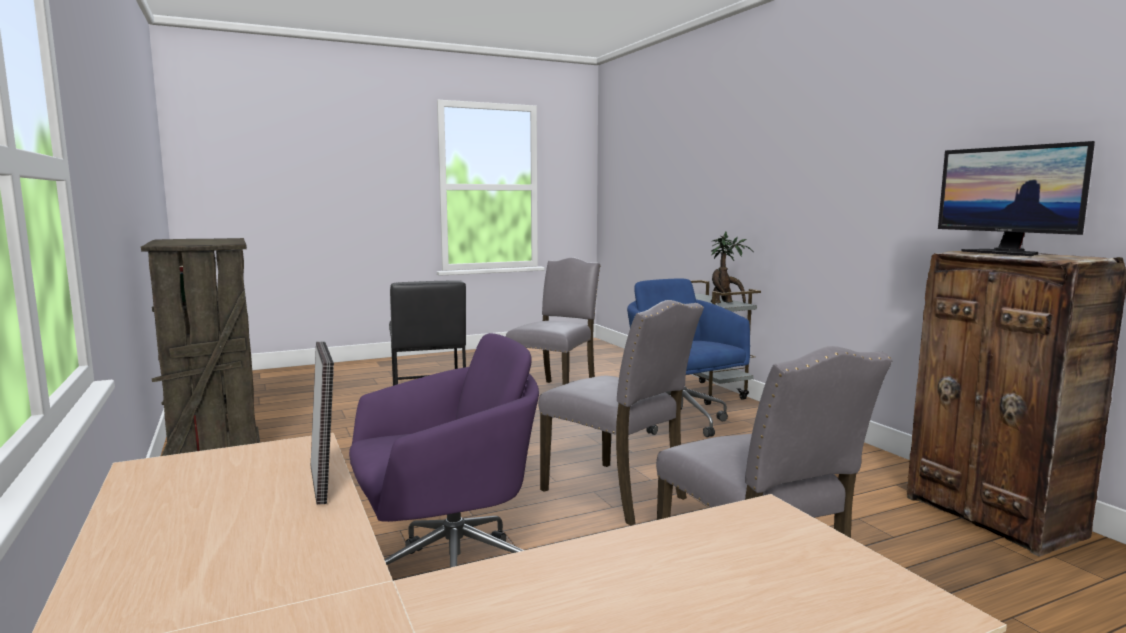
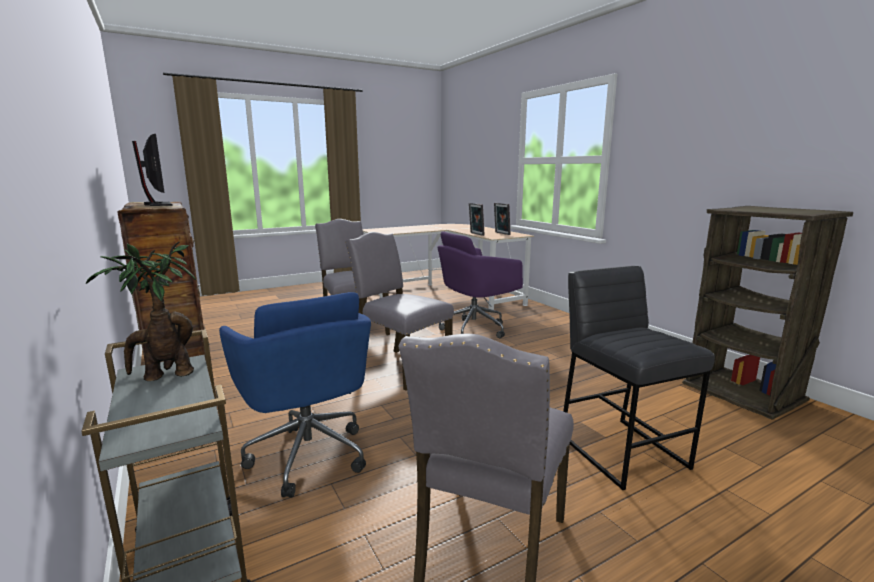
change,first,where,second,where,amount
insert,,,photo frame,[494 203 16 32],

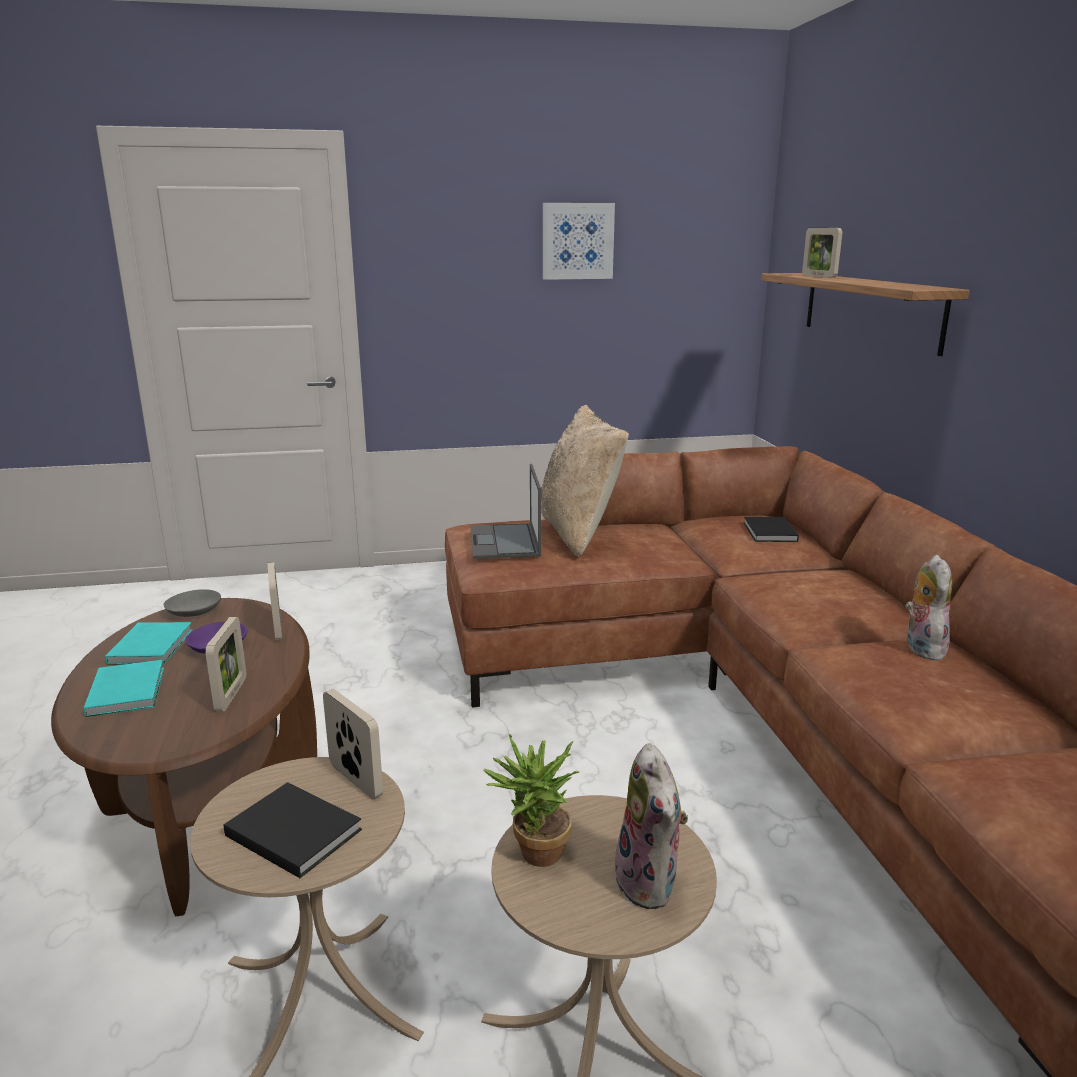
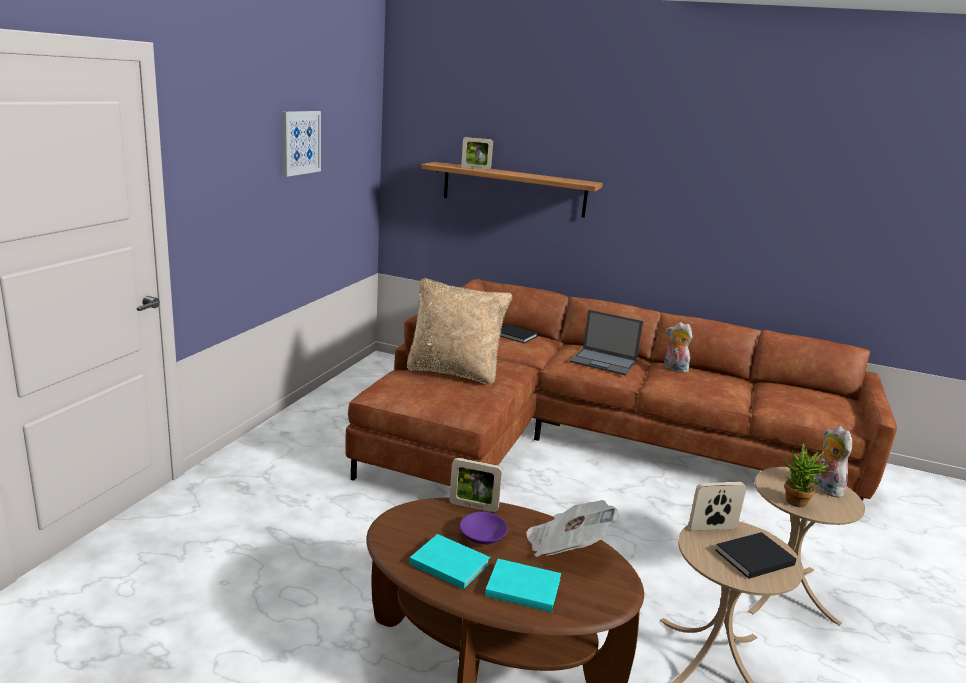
change,first,where,second,where,amount
delete,bowl (greyish),[163 589 58 28],,,
replace,photo frame,[205 617 41 95],newspaper,[526 500 92 57],
move,portable computer,[470 464 71 95],,[570 309 73 67],
rotate,cuddly toy,[615 743 73 166],,[815 426 37 72],120 degrees counterclockwise

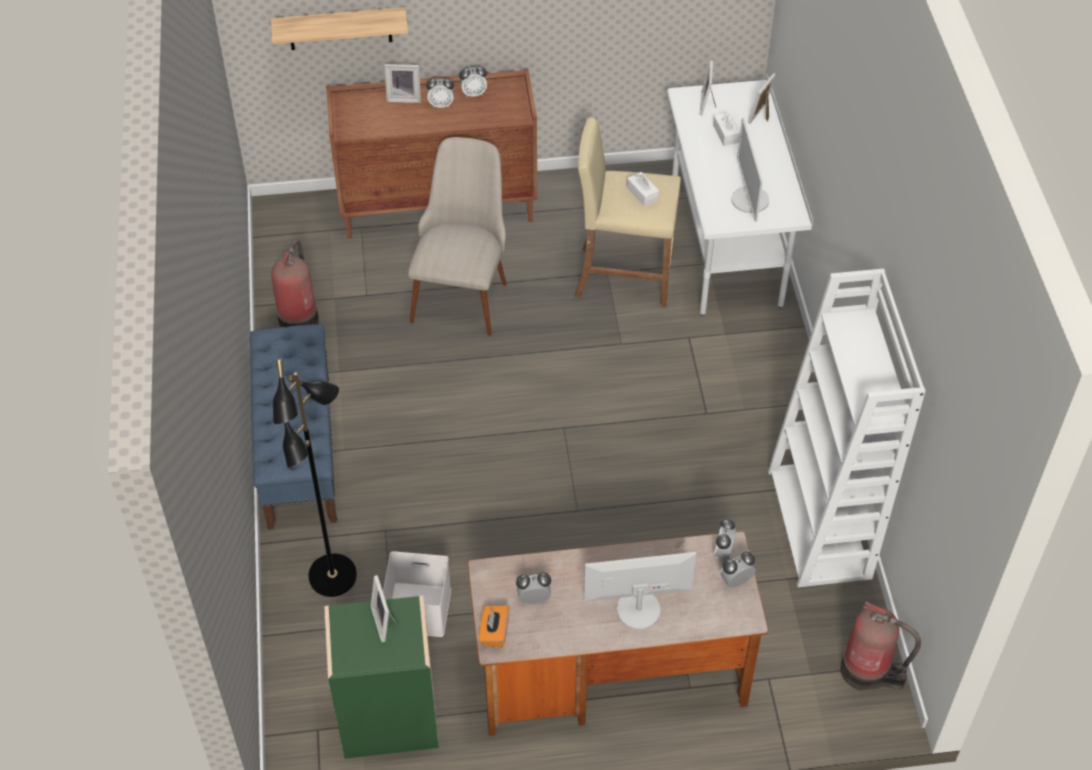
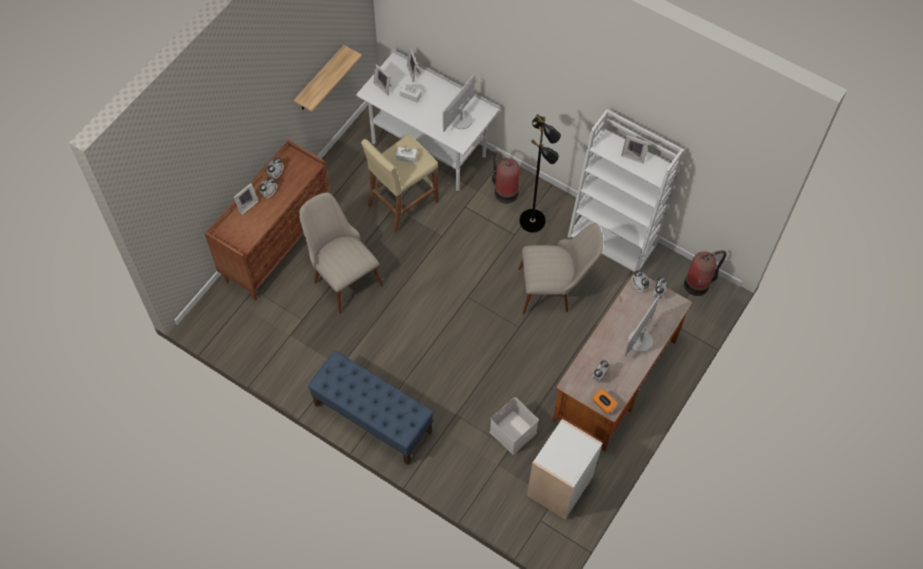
change,first,where,second,where,amount
move,wall shelf,[271 7 137 43],,[294 45 68 67],
move,extinguisher,[271 239 48 88],,[492 151 28 53],
move,floor lamp (black-coloured),[273 359 84 238],,[519 114 42 119],
recolor,bookshelf (greenish),[324 595 115 164],bookshelf (white-coloured),[527 419 75 100],
move,photo frame,[371 575 27 67],,[621 135 28 28],
rotate,computer display,[731 117 38 105],,[443 74 32 58],90 degrees clockwise
insert,,,upright chair (beige),[519 223 84 91],

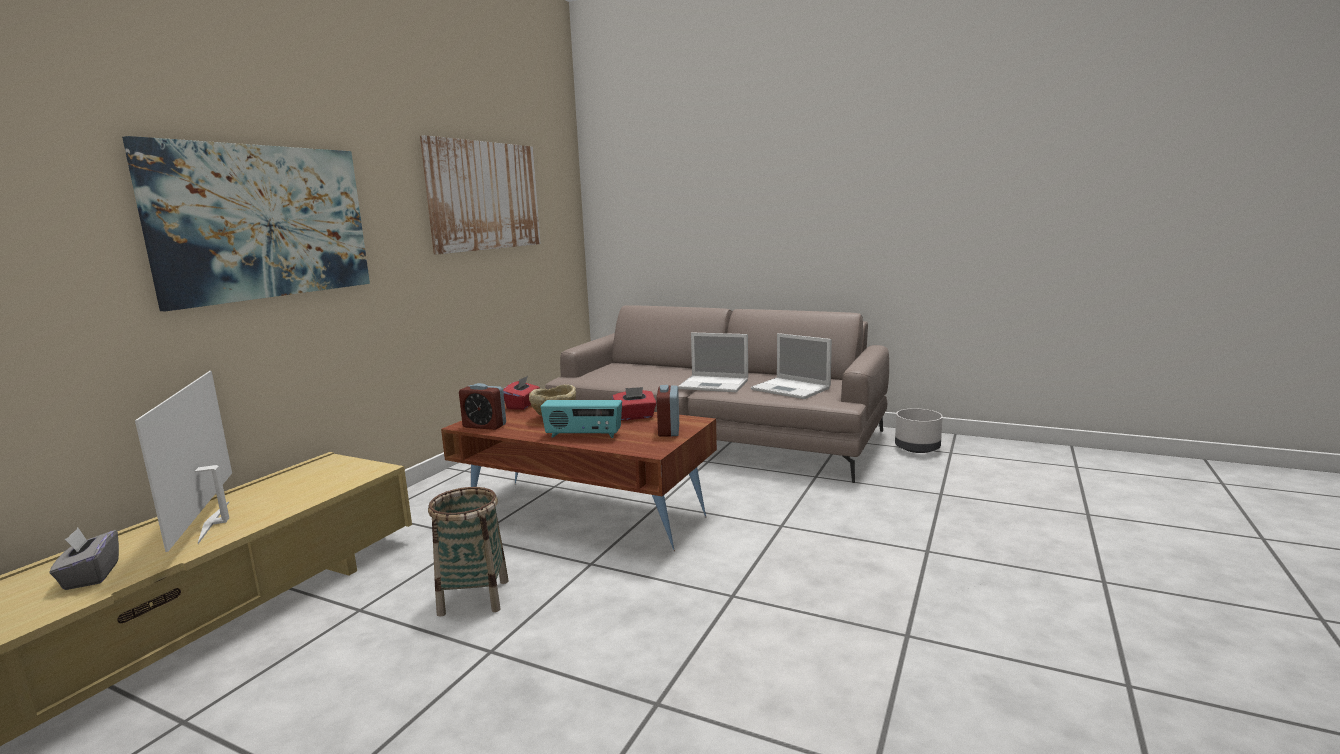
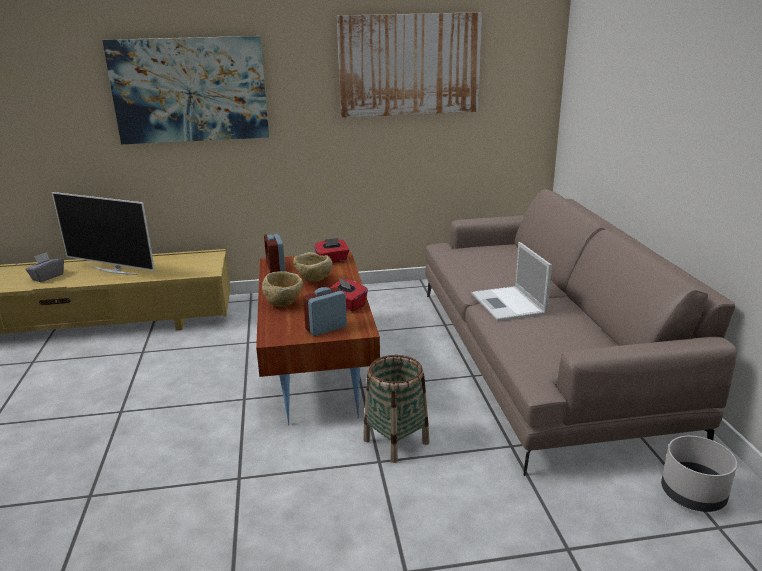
change,first,where,second,where,amount
rotate,TV set,[135 371 97 181],,[52 192 103 83],105 degrees counterclockwise
move,basket,[428 487 81 130],,[363 355 67 108],
replace,radio set,[541 400 81 38],bowl (beige),[262 271 41 36],
delete,portable computer,[751 333 81 66],,,

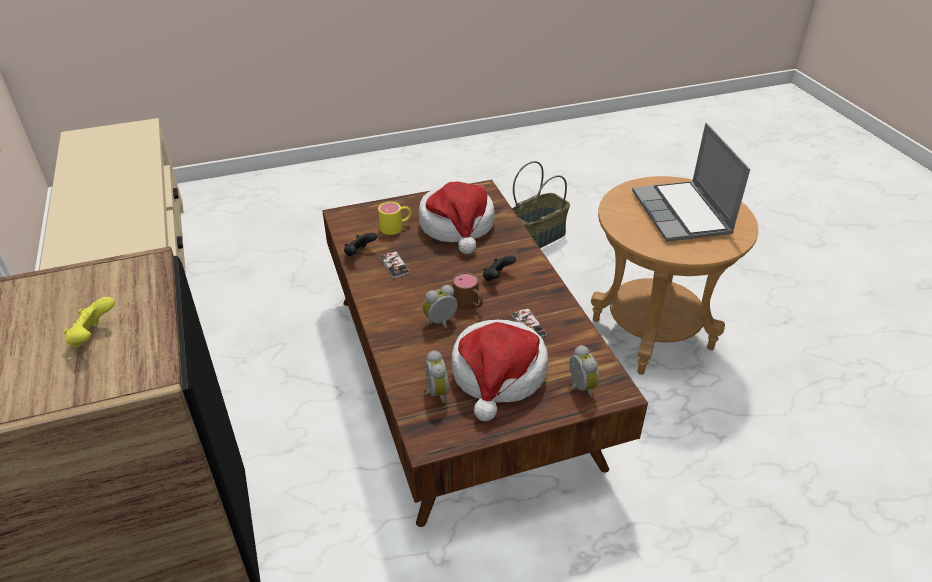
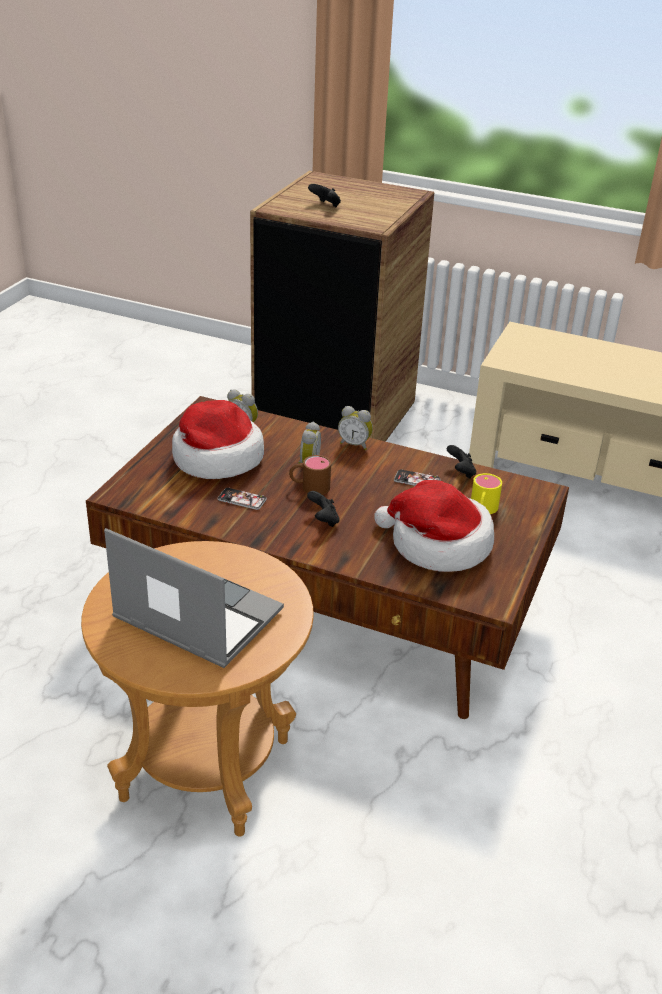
change,first,where,second,where,amount
recolor,gamepad (yellowish),[63 297 52 51],gamepad (black-coloured),[308 184 33 23],
delete,basket,[512 161 58 87],,,
move,bedside clock,[570 345 29 52],,[338 406 35 44],

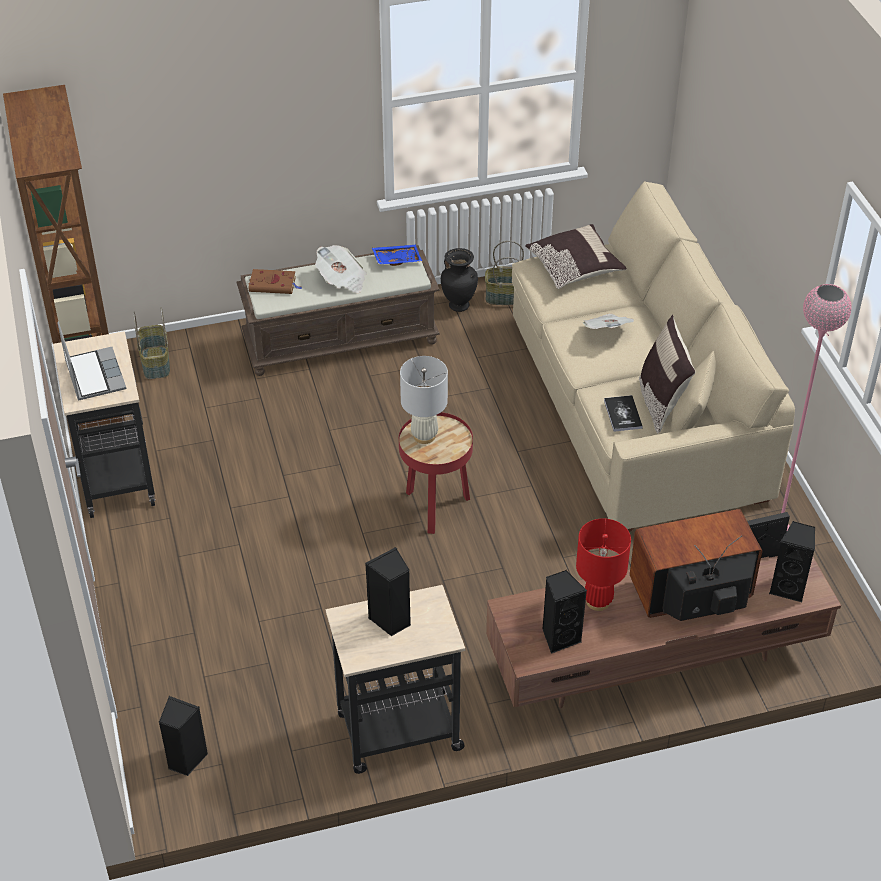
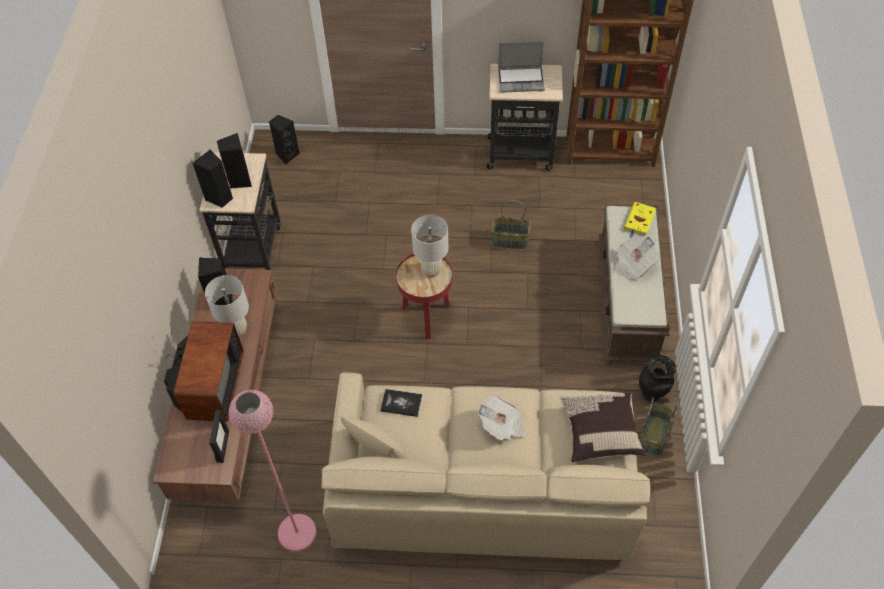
change,first,where,second,where,amount
move,basket,[133 308 37 71],,[491 200 40 49],
recolor,book (brownish),[248 269 54 25],book (yellowish),[624 202 32 36],
delete,carrying tray (bluish),[372 245 50 21],,,
recolor,lamp for a table (red),[576 518 55 93],lamp for a table (white-coloured),[205 275 44 62],
delete,pillow,[639 315 56 118],,,
move,speaker (black-coloured),[769 521 46 81],,[193 150 40 58],

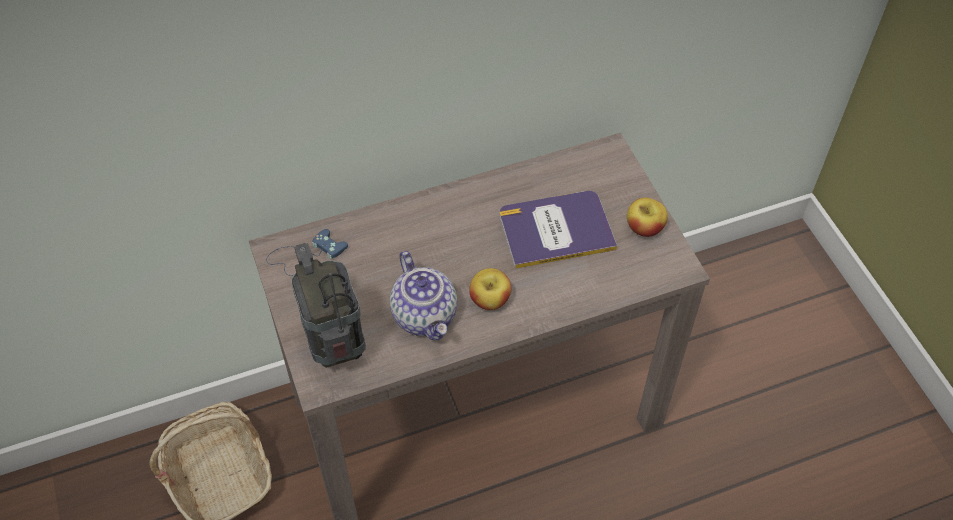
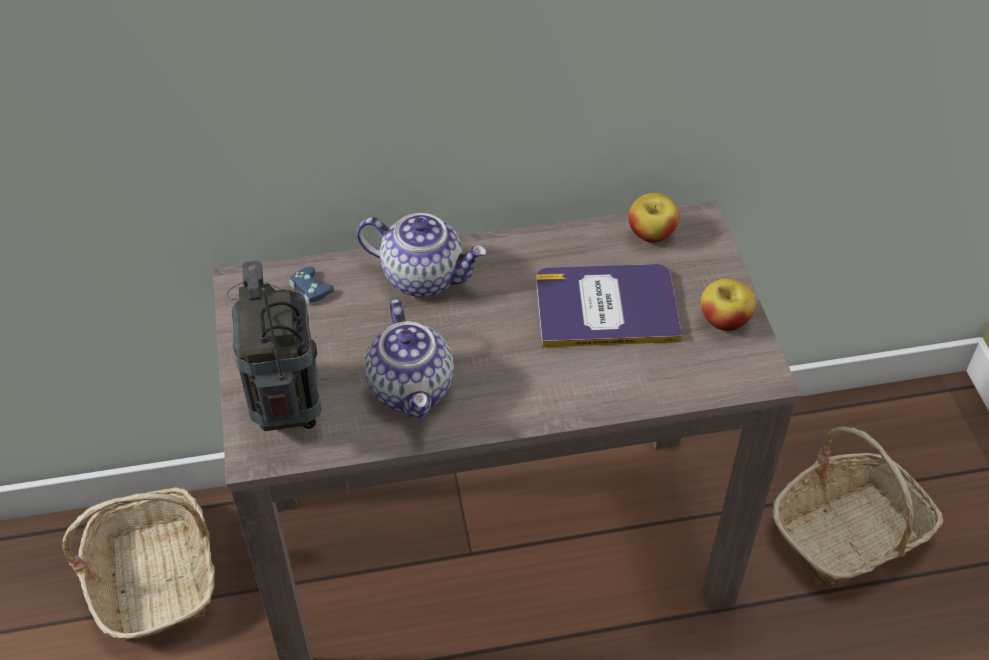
change,first,where,second,where,amount
move,apple fruit,[469 268 42 42],,[628 193 52 50],
insert,,,teapot,[357 213 130 84],
insert,,,basket,[772 427 171 159],

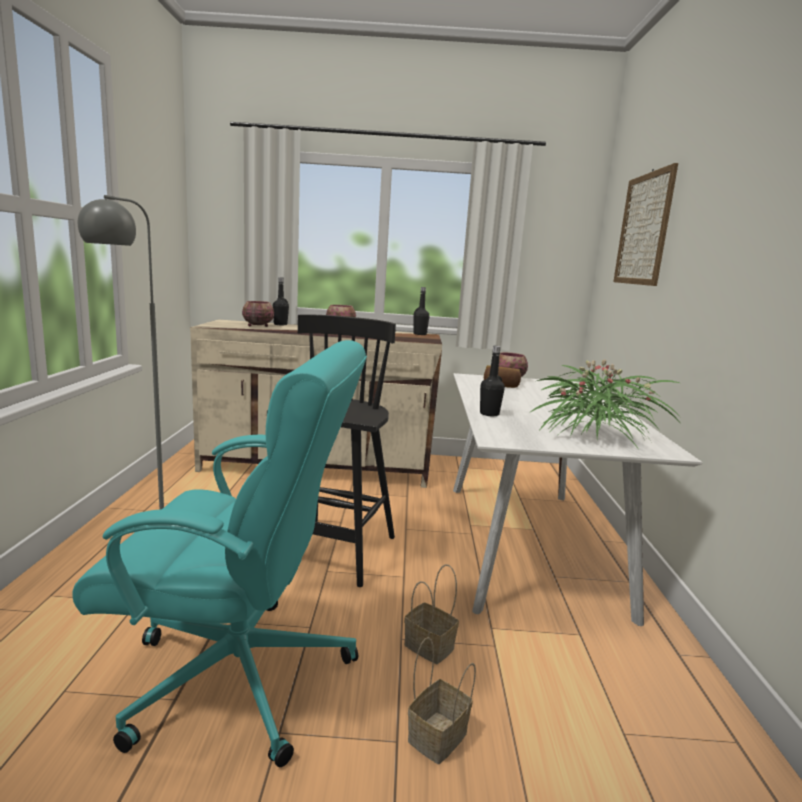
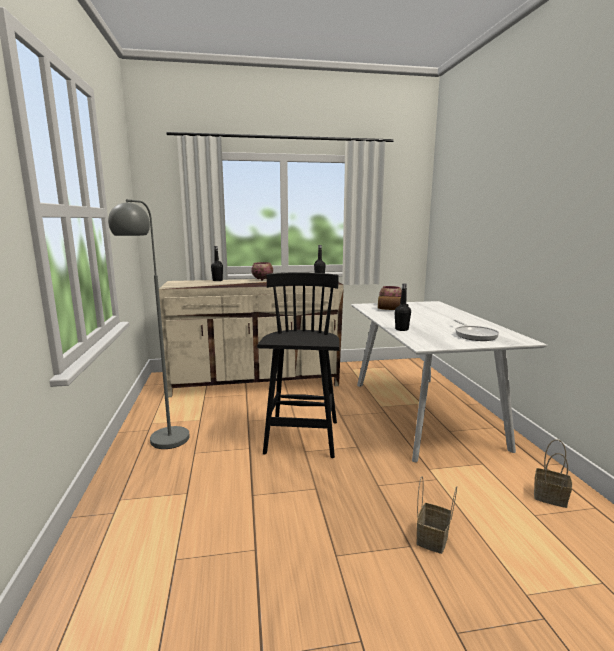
change,first,where,second,where,amount
delete,computer chair (turquoise-coloured),[72 340 295 427],,,
delete,bowl,[242 301 32 26],,,
move,basket,[404 564 55 100],,[534 440 38 68],
replace,potted plant,[531 359 151 89],skillet,[454 320 45 21],
delete,picture,[613 163 65 123],,,

